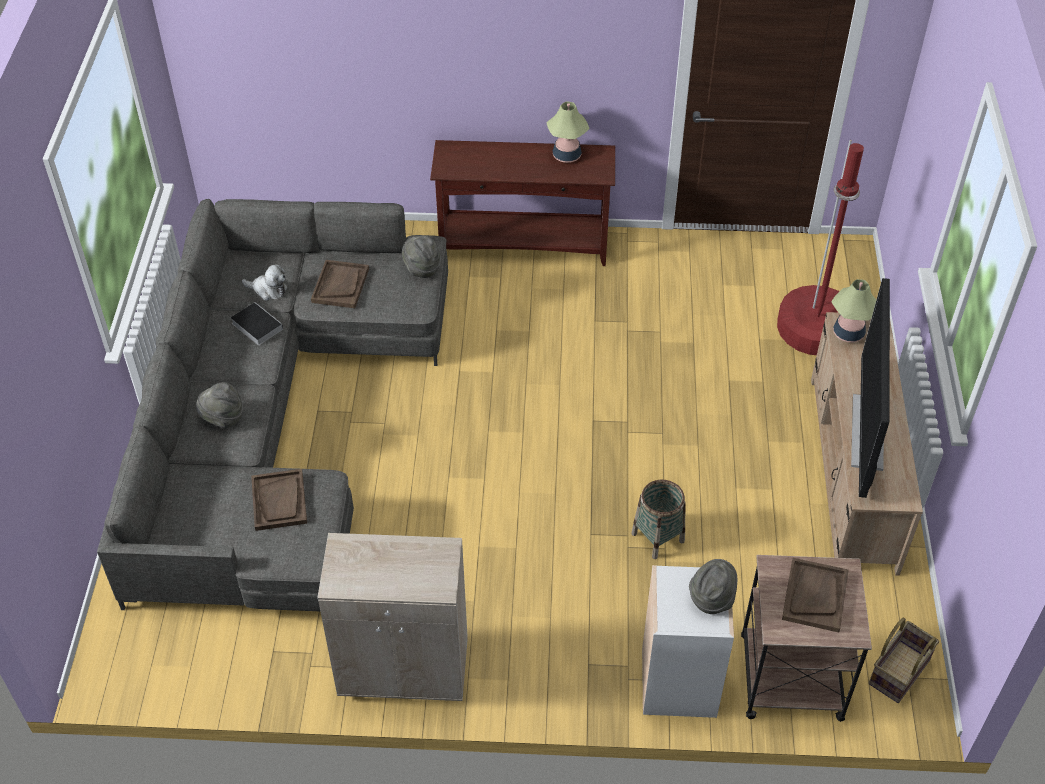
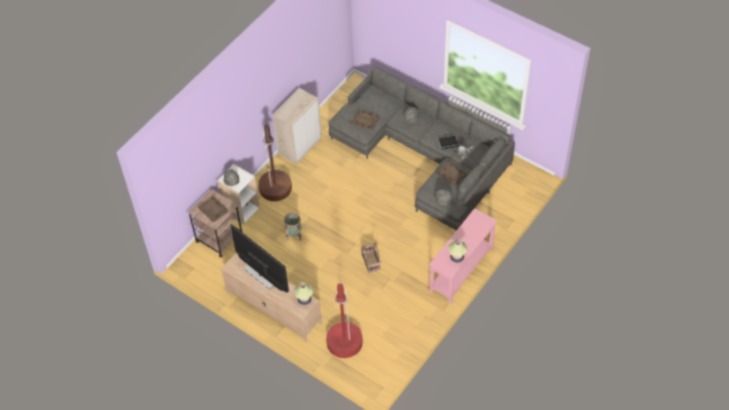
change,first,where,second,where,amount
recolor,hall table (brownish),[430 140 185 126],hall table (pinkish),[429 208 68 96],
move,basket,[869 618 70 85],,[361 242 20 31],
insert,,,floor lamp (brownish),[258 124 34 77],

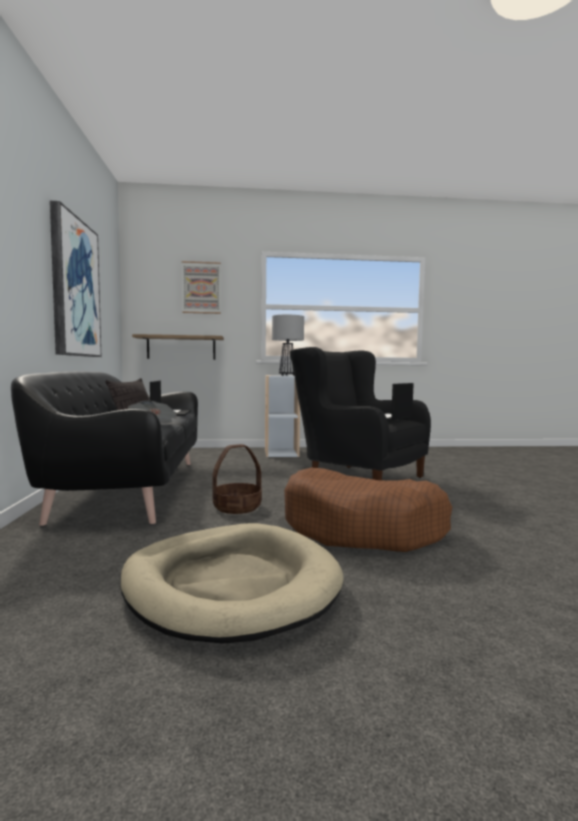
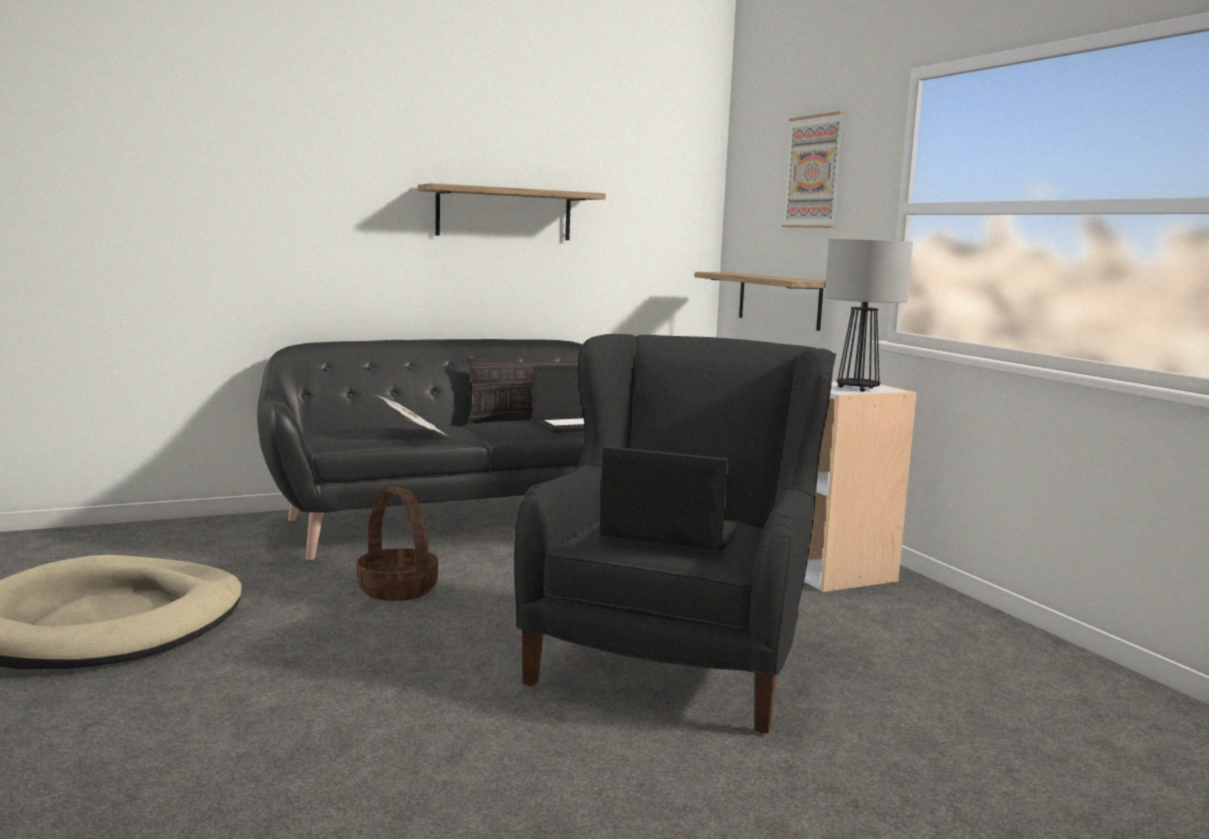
change,first,where,second,where,amount
replace,picture,[50 201 51 156],wall shelf,[418 183 188 57],
delete,dog bed (brownish),[284 467 168 85],,,

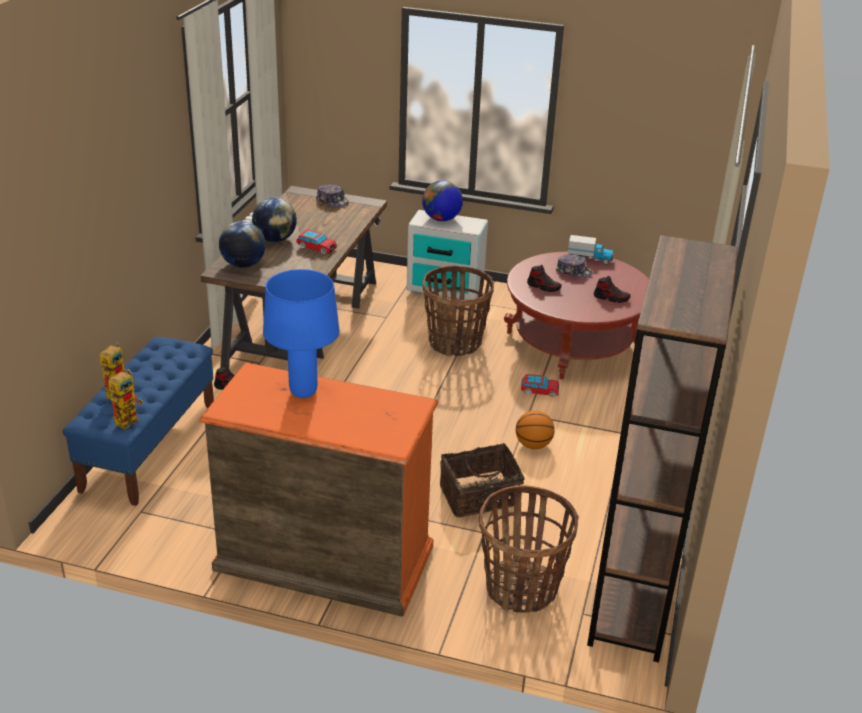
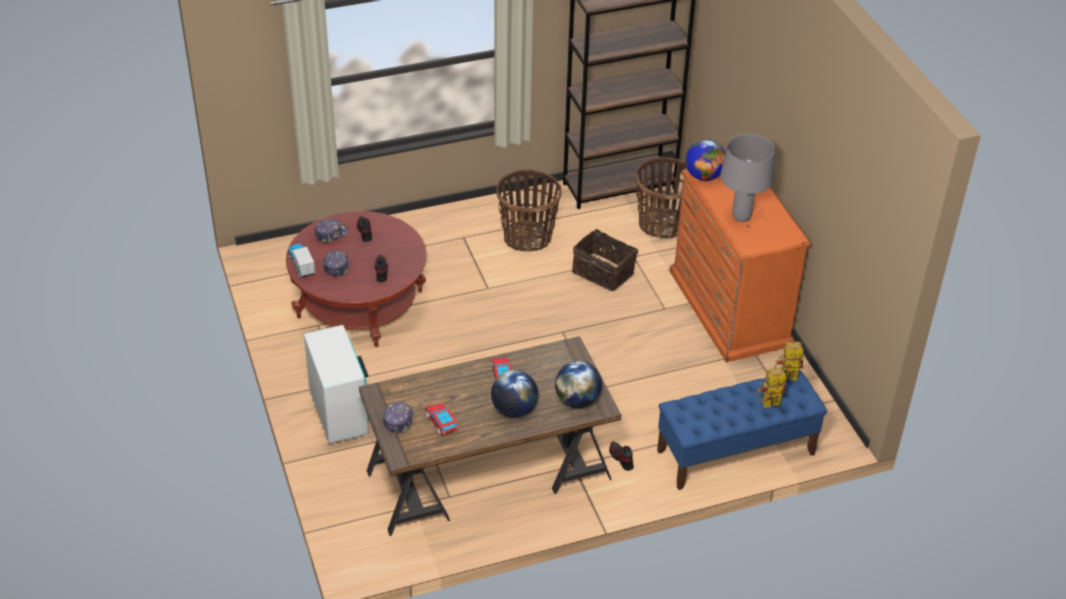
change,first,where,second,where,amount
recolor,lamp for a table (bluish),[263 269 77 129],lamp for a table (greyish),[721 134 54 88],
move,globe,[422 180 41 41],,[685 139 41 42],
move,basket,[423 266 71 91],,[496 170 66 82],
delete,basketball,[516 410 39 39],,,
move,miniature car,[521 374 38 23],,[426 402 32 33],
insert,,,peaked cap,[315 219 34 25],

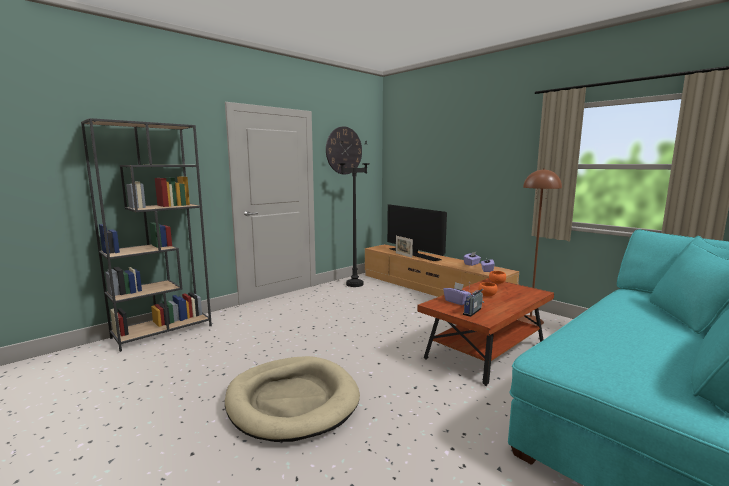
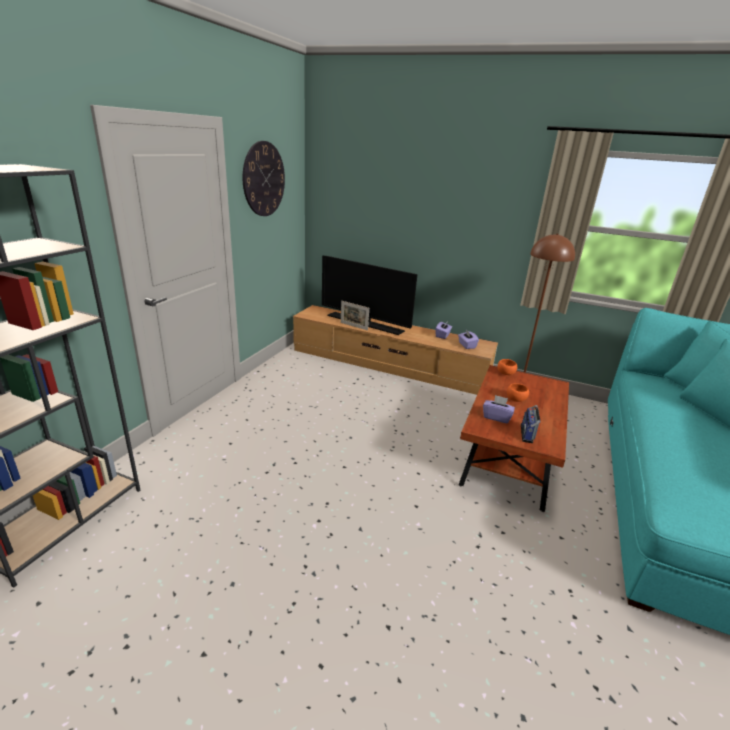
change,first,where,second,where,amount
delete,dog bed (beige),[225 356 135 86],,,
delete,floor lamp (black-coloured),[338 140 32 147],,,

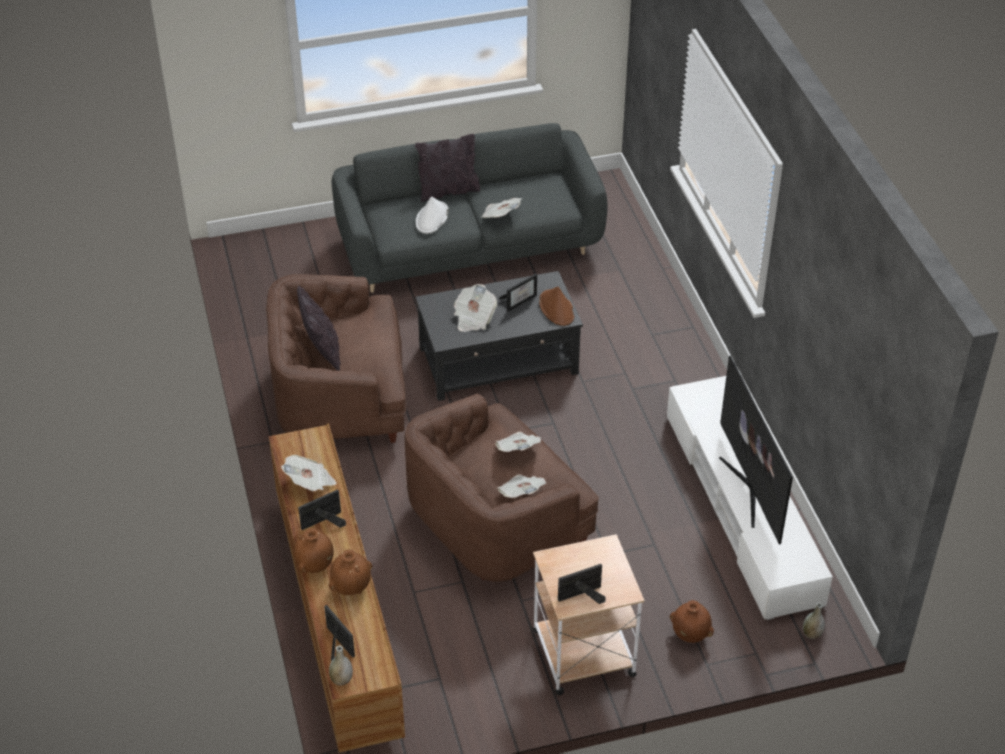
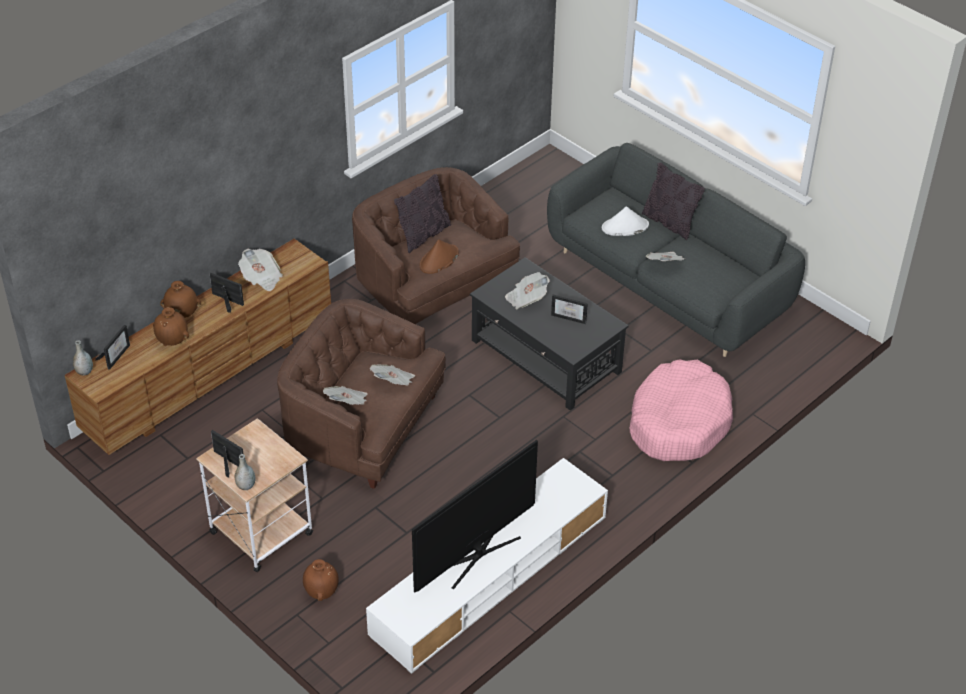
change,first,where,second,where,amount
move,clothing hat (brownish),[539 287 35 39],,[419 240 40 34],
move,decorative vase (greyish),[803 603 22 36],,[235 454 20 36],
insert,,,dog bed (pinkish),[630 360 103 101],

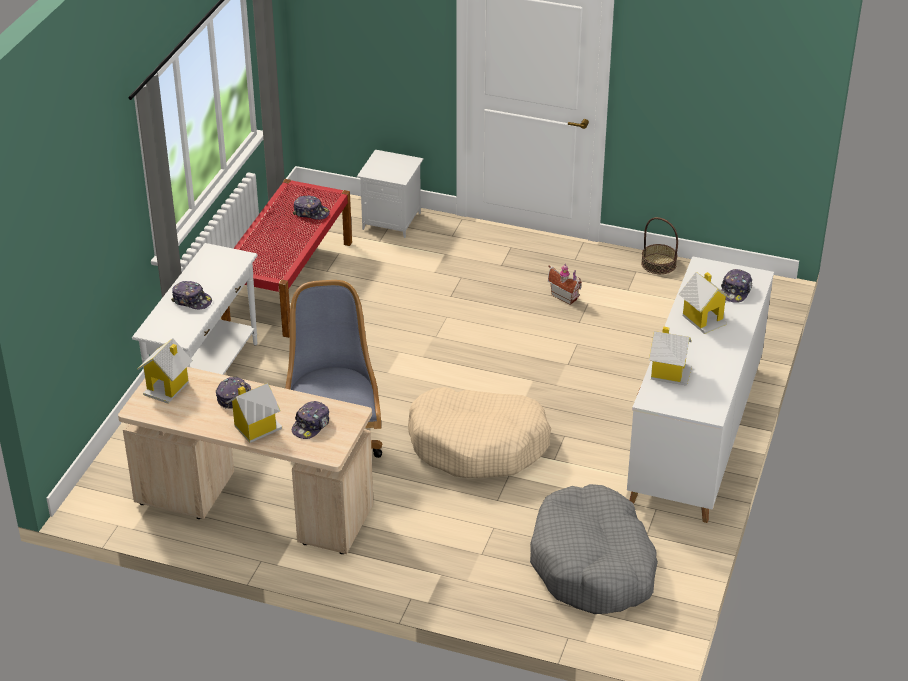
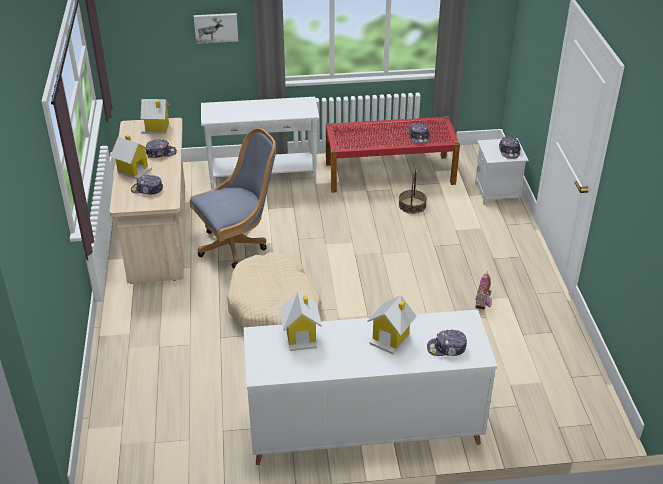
change,first,where,second,where,amount
move,peaked cap,[171 281 41 28],,[499 137 22 22],
delete,dog bed (greyish),[530 484 128 130],,,
move,basket,[641 217 37 57],,[399 167 28 47],
insert,,,picture,[194 13 45 31],

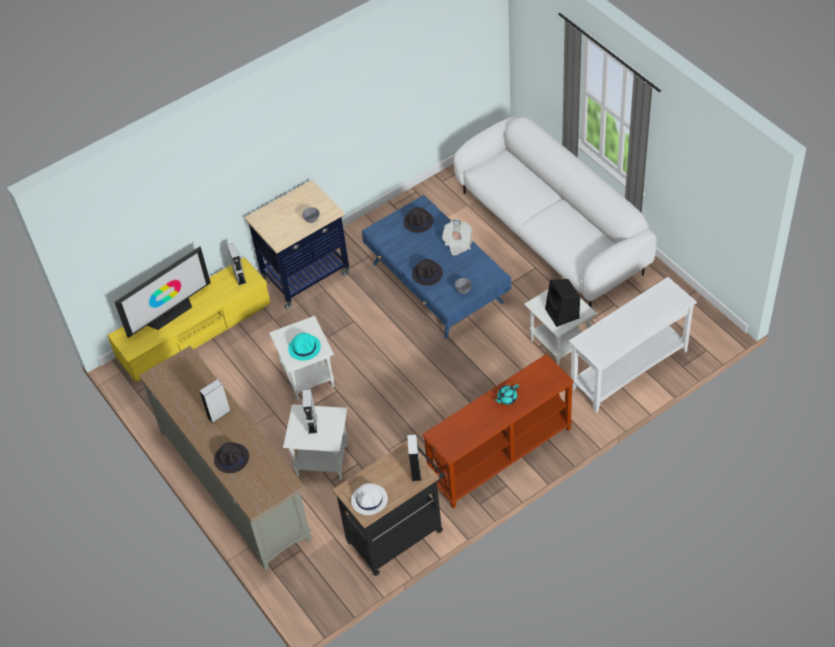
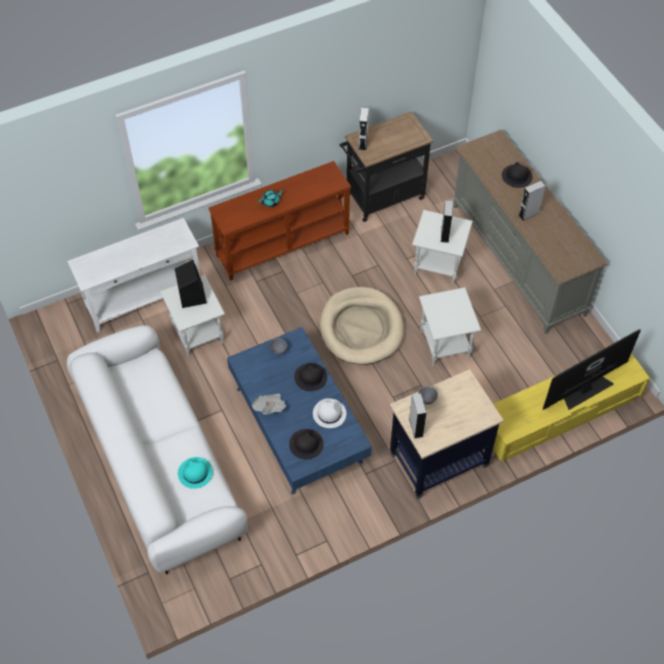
change,first,where,second,where,amount
move,speaker (greyish),[227 243 19 42],,[409 393 17 46],
move,clothing hat (turquoise-coloured),[288 333 33 28],,[178 457 35 32],
move,clothing hat (white-coloured),[351 483 37 32],,[313 398 33 30],
insert,,,dog bed (beige),[320 287 84 78],

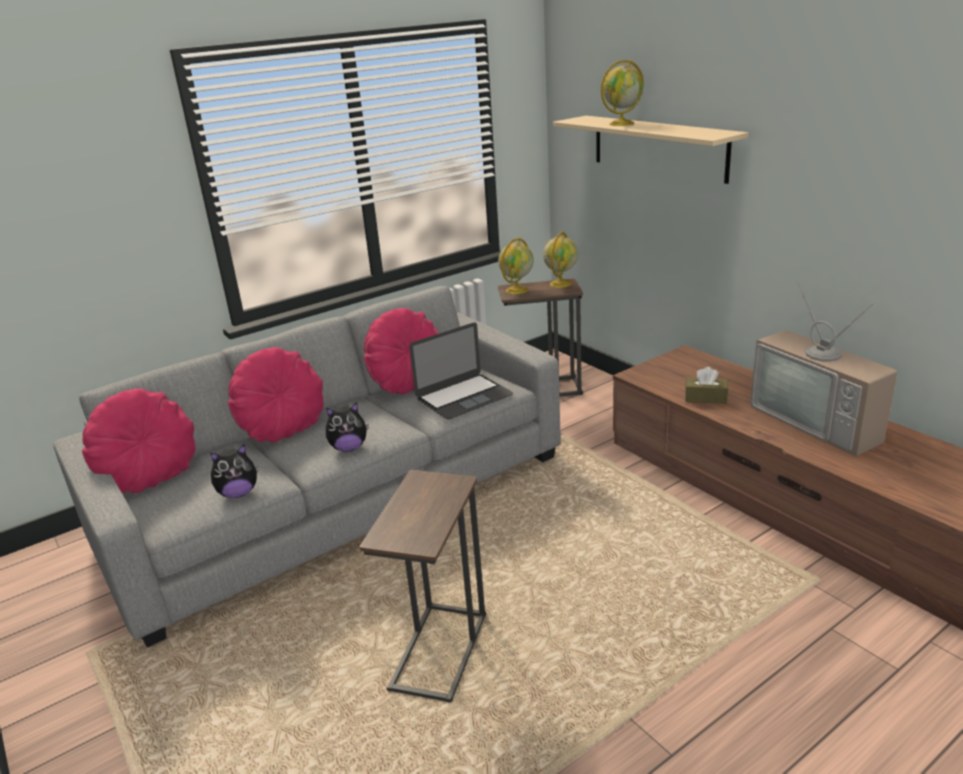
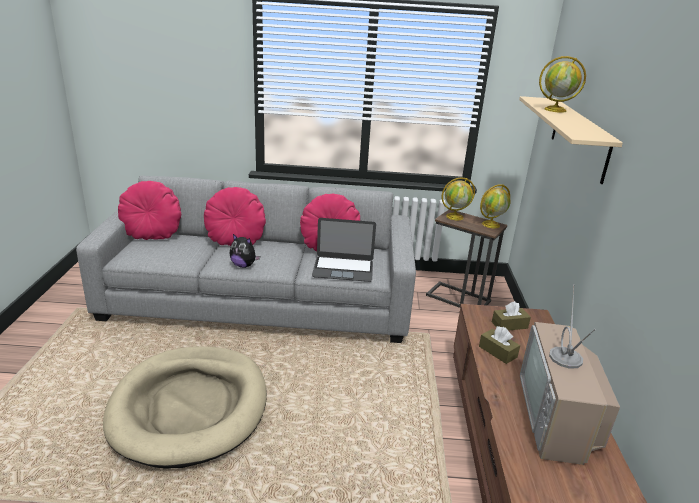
change,first,where,second,where,amount
delete,cuddly toy,[210 445 49 53],,,
replace,end table (brownish),[360 470 126 233],dog bed (beige),[103 346 164 123],
insert,,,box of tissues (brownish),[492 301 39 30],

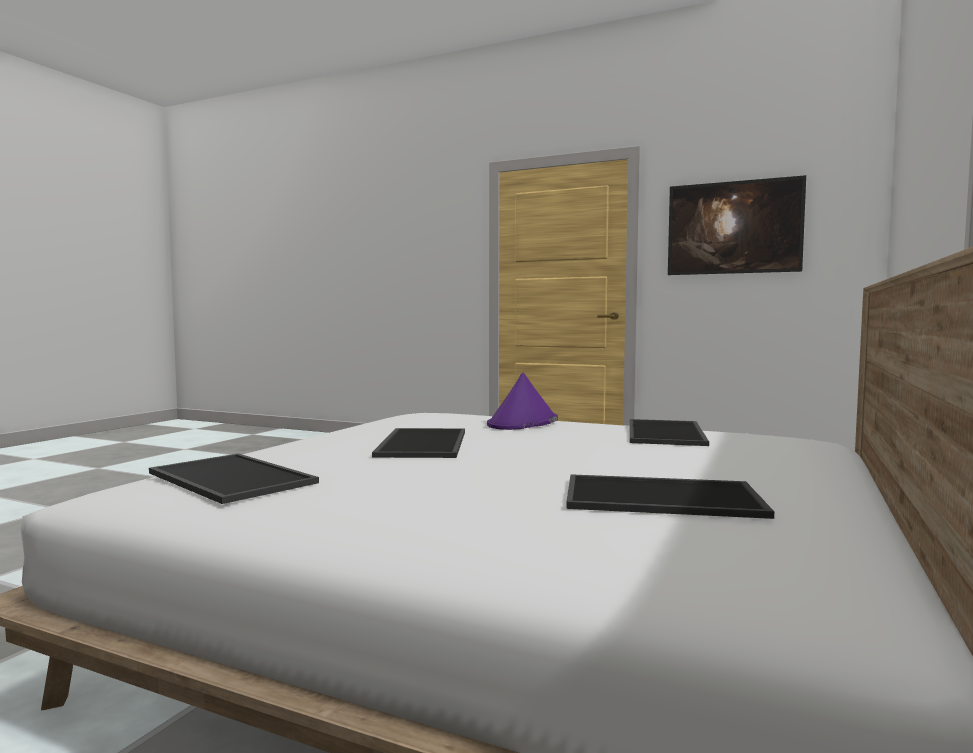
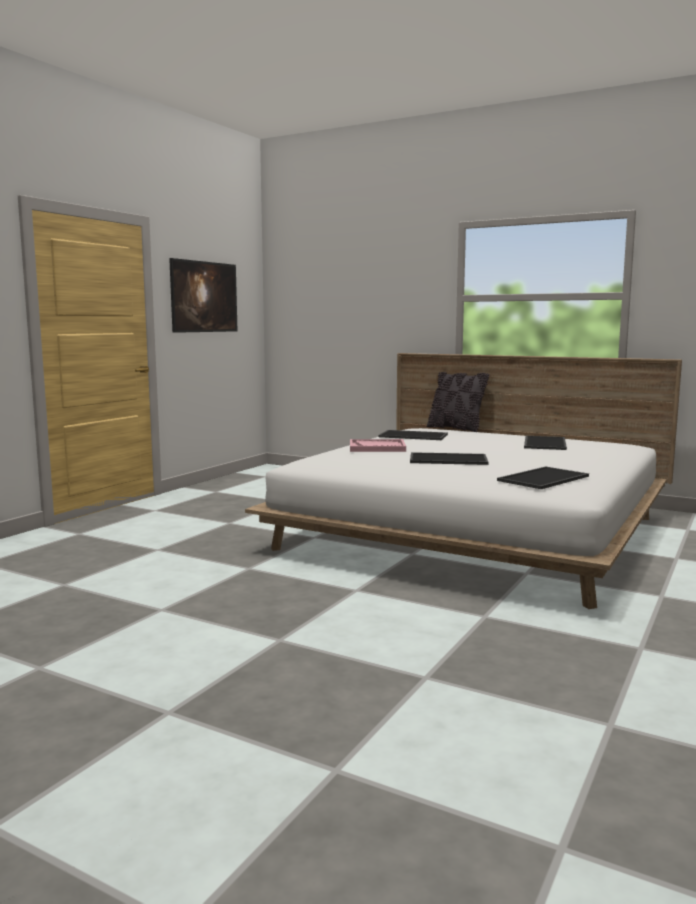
change,first,where,second,where,amount
replace,clothing hat (purple),[487 372 71 58],carrying tray (pinkish),[350 439 56 13],
insert,,,pillow (black-coloured),[427 372 63 60],

